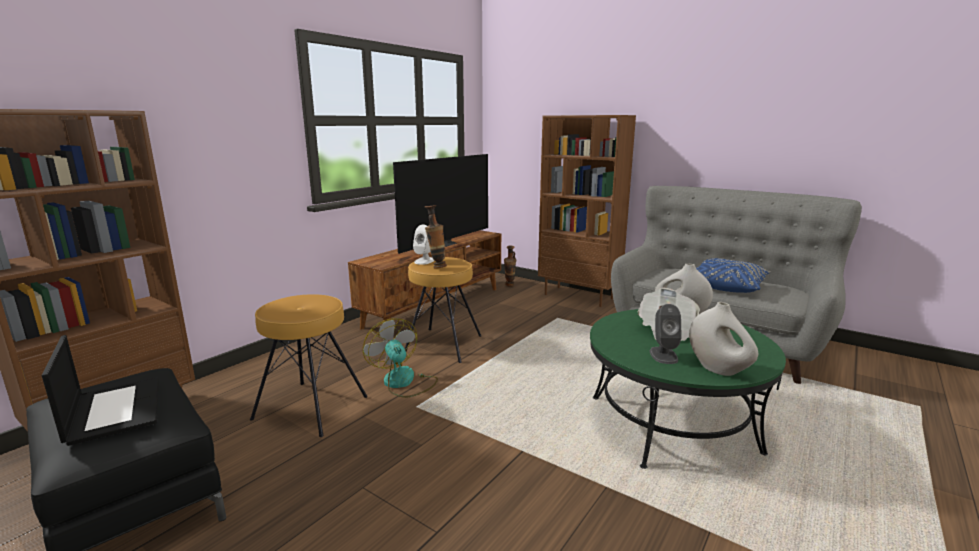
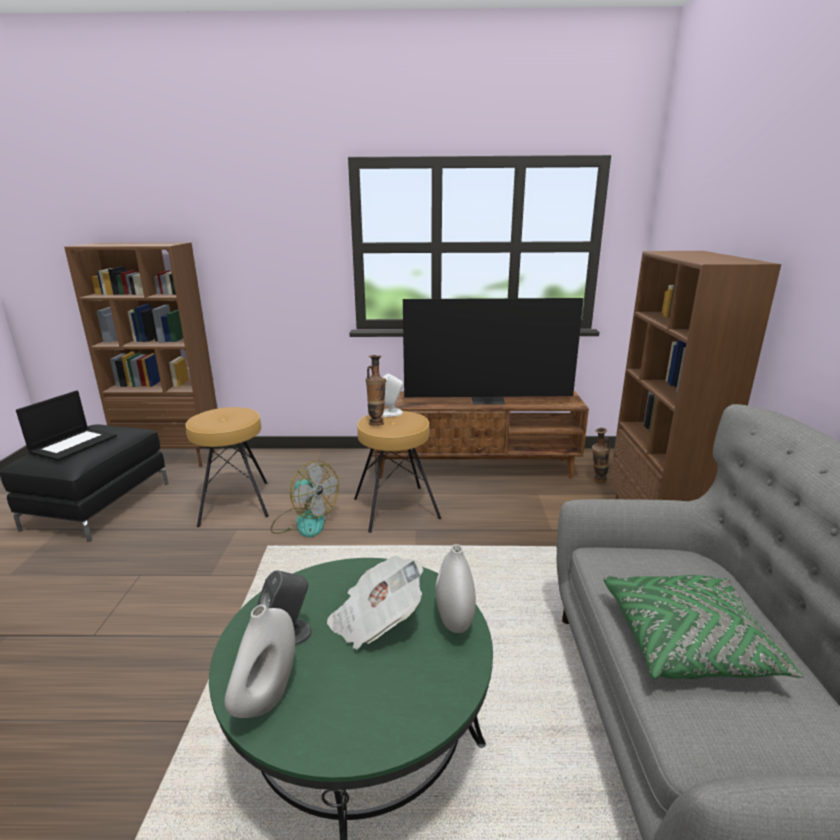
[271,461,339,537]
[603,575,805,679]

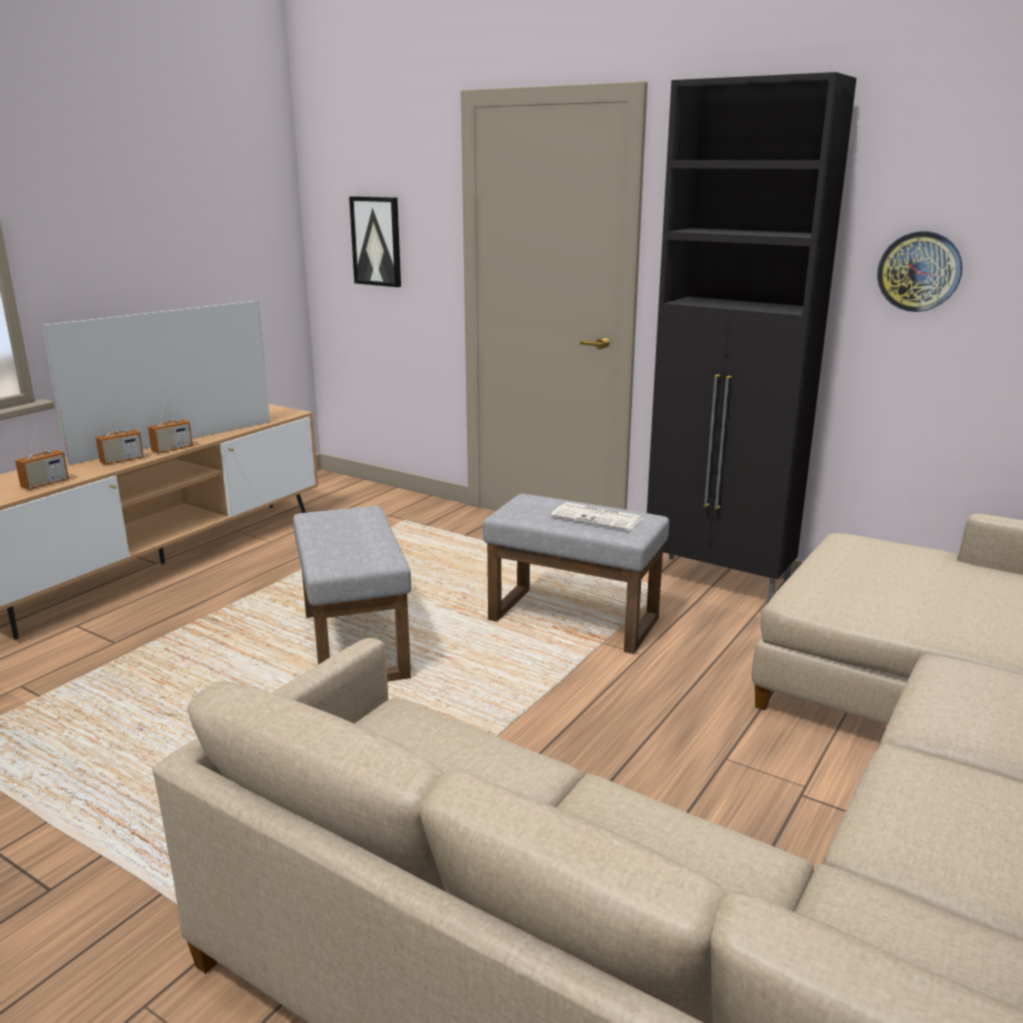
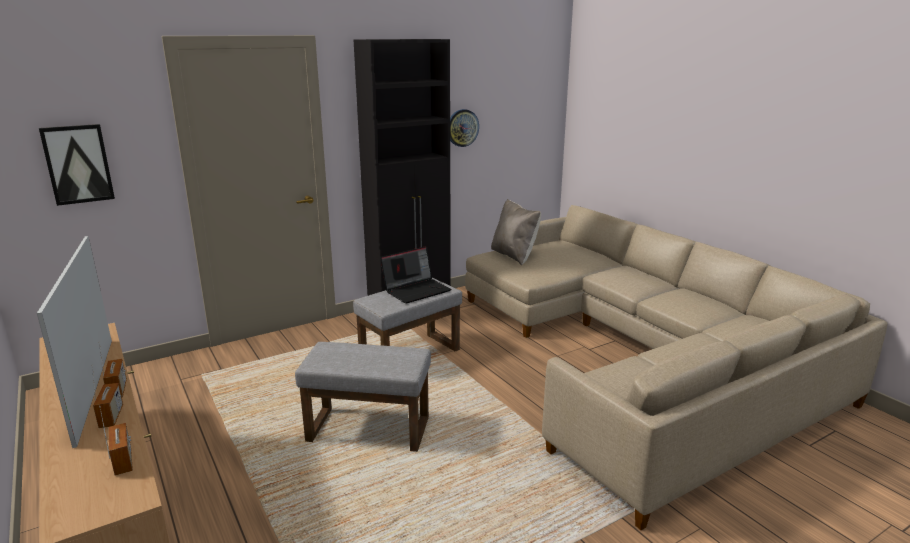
[380,246,451,304]
[491,199,541,265]

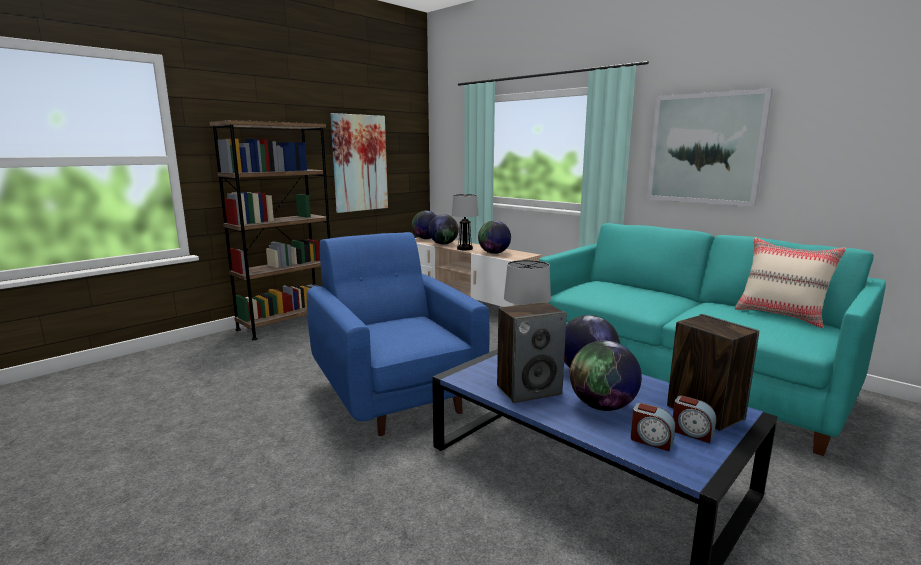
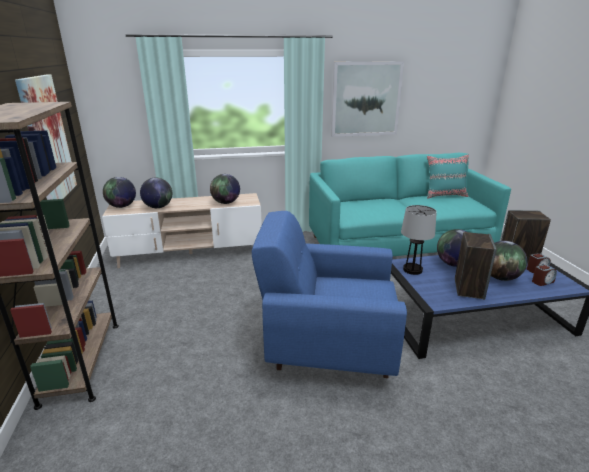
[452,194,478,250] (first image)
[427,154,469,199]

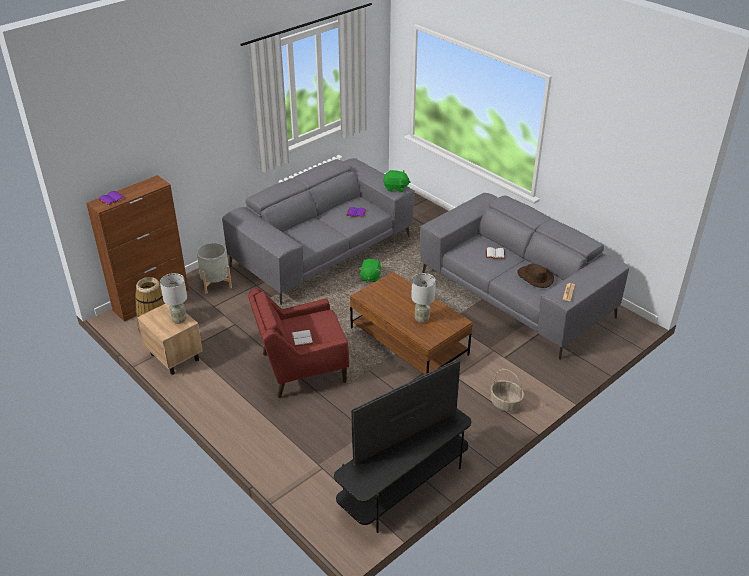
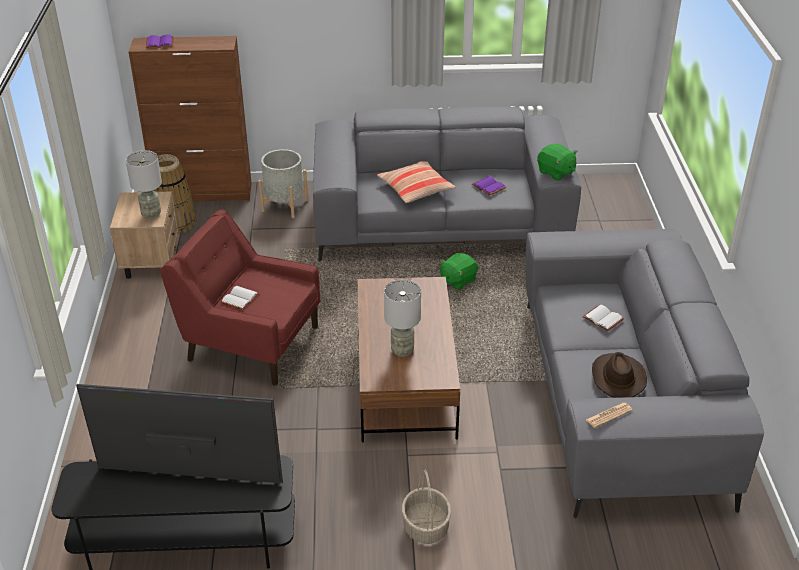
[377,161,456,203]

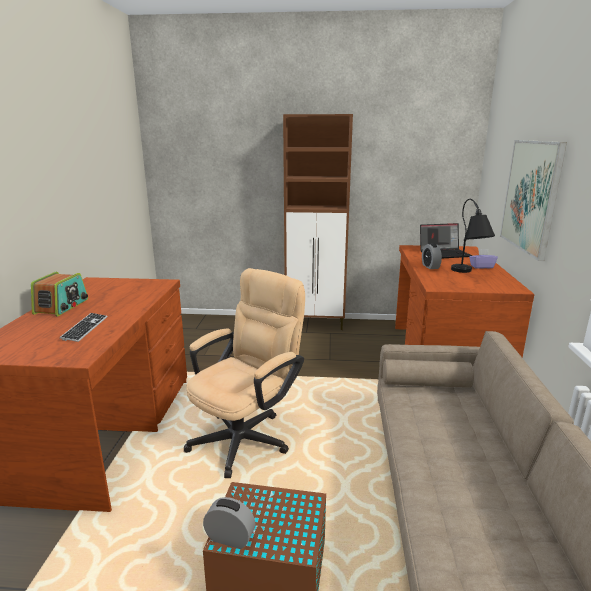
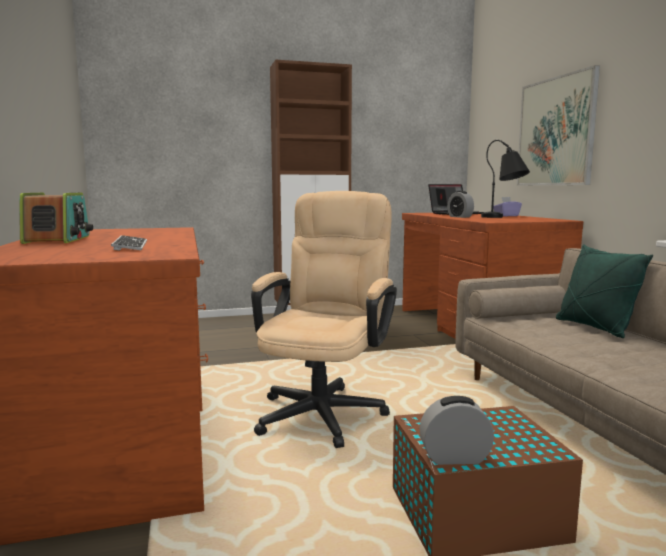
[556,244,653,338]

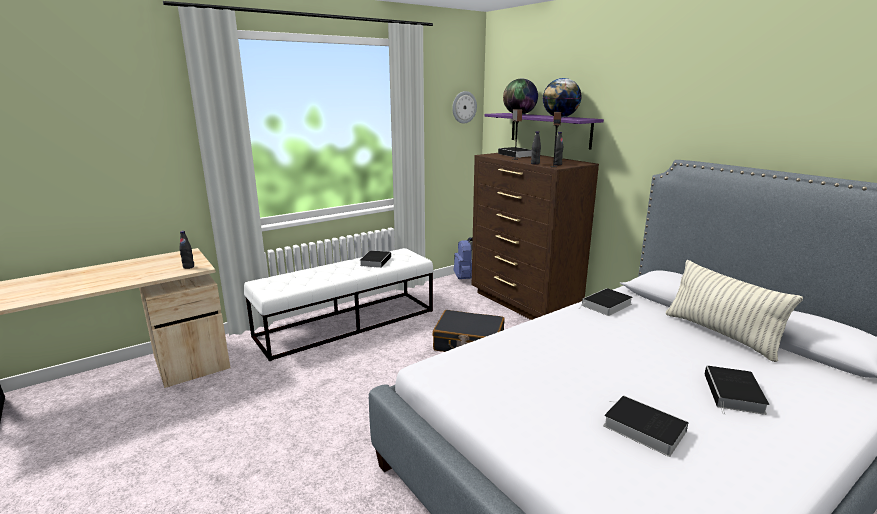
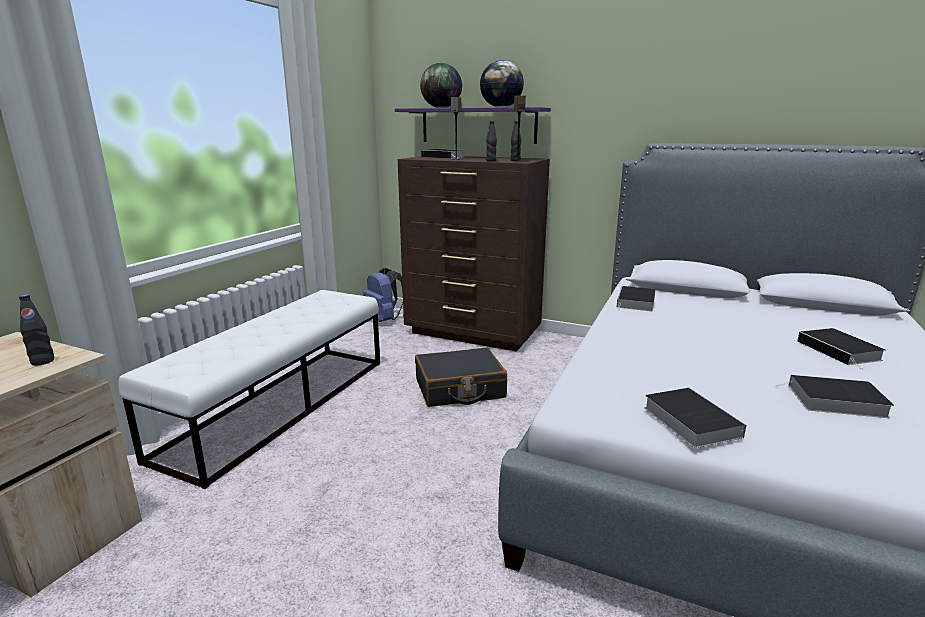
[644,388,746,448]
[452,91,477,124] (first image)
[666,260,803,362] (first image)

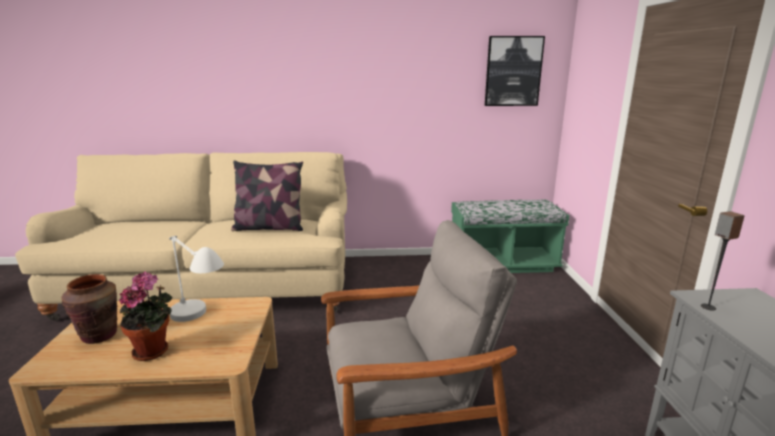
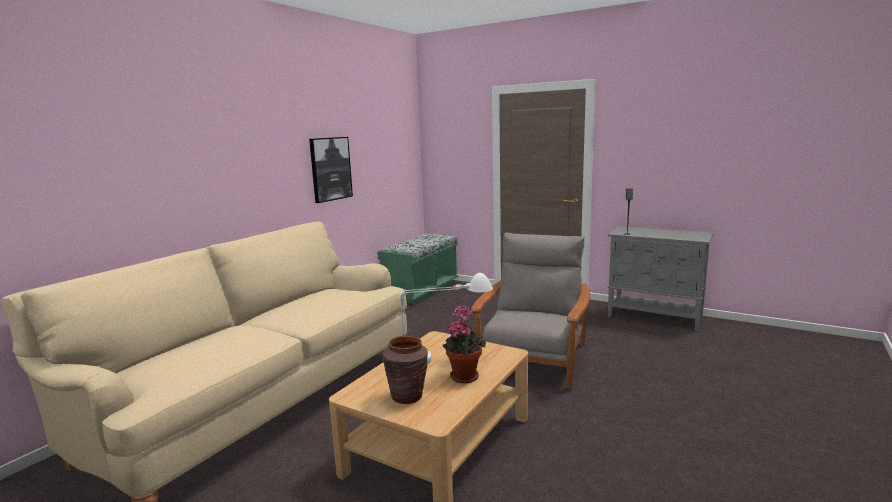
[231,160,303,231] (first image)
[309,137,353,203]

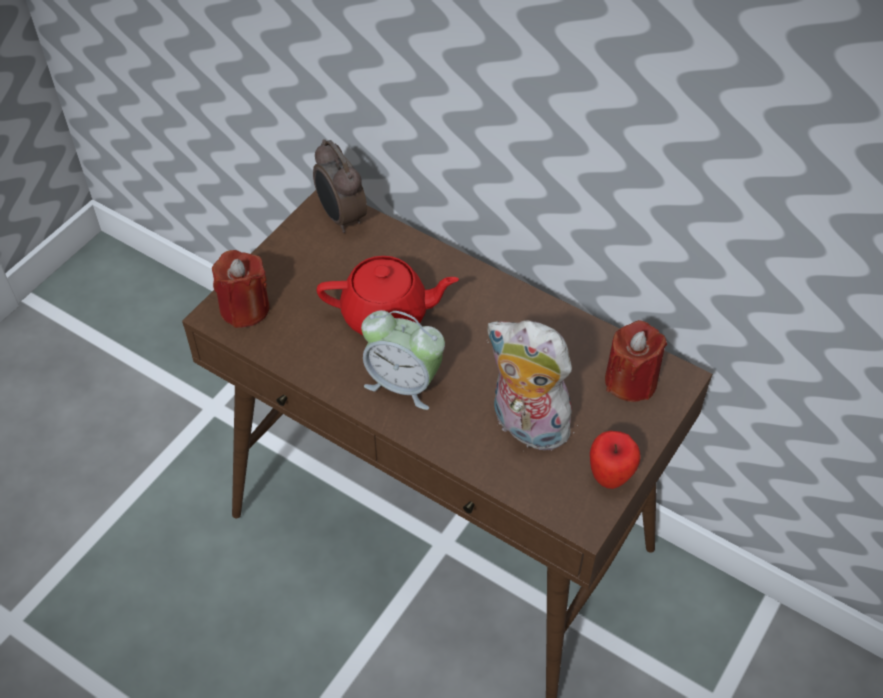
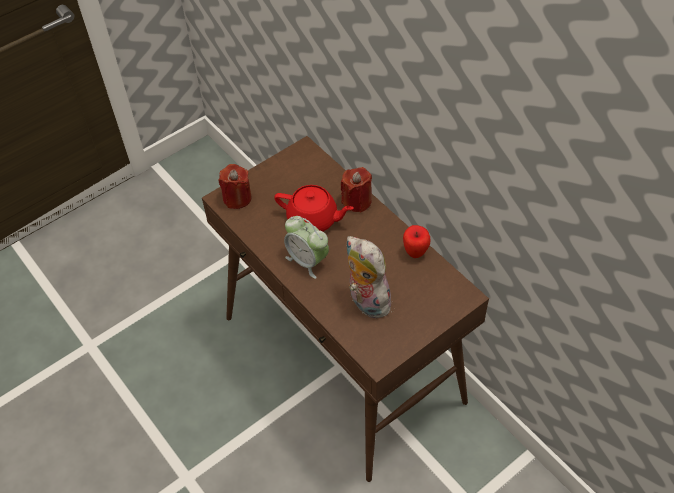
[313,139,367,233] (first image)
[403,225,431,258]
[341,167,372,213]

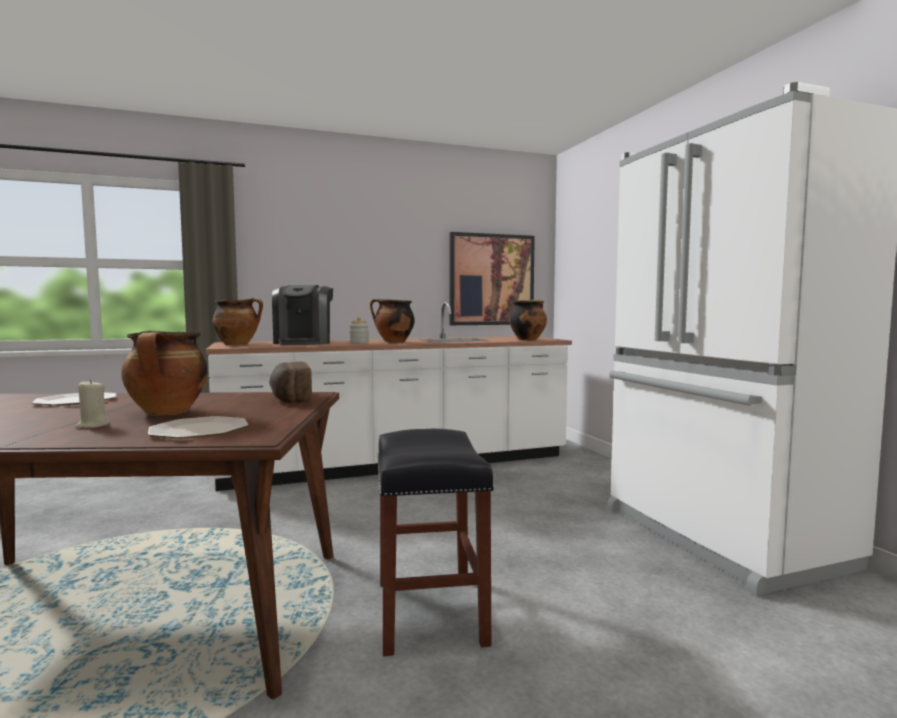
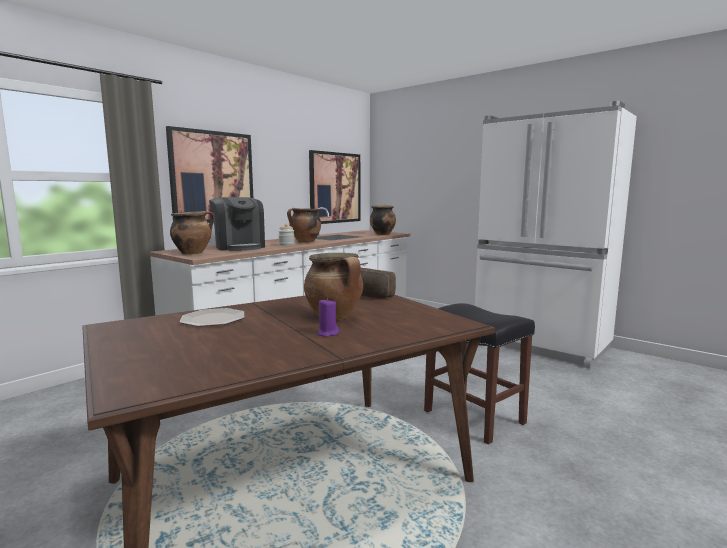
[317,298,339,337]
[148,416,249,438] (first image)
[166,126,253,223]

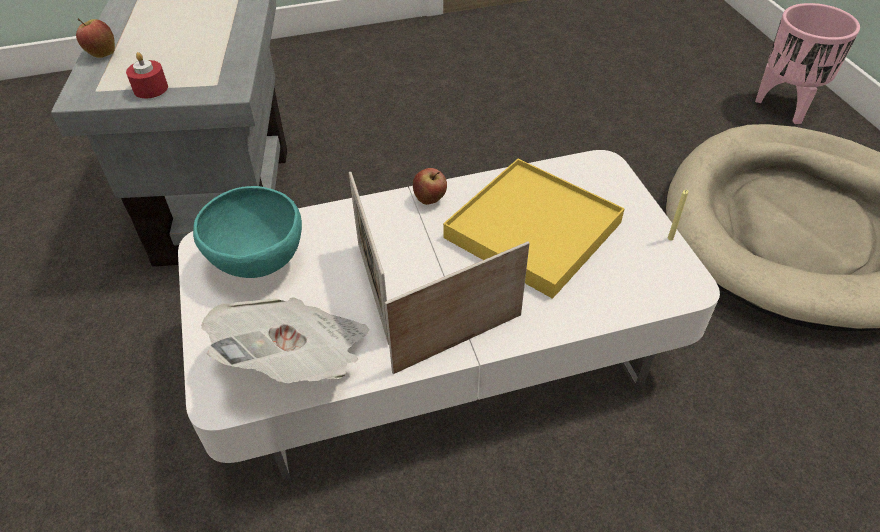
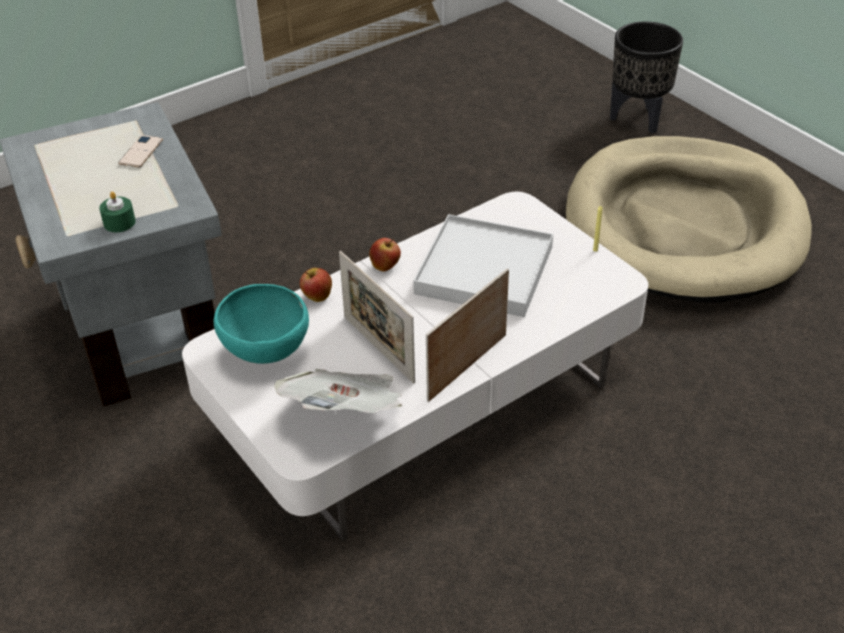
[300,268,332,302]
[99,192,136,232]
[413,214,553,317]
[610,21,683,134]
[118,135,163,167]

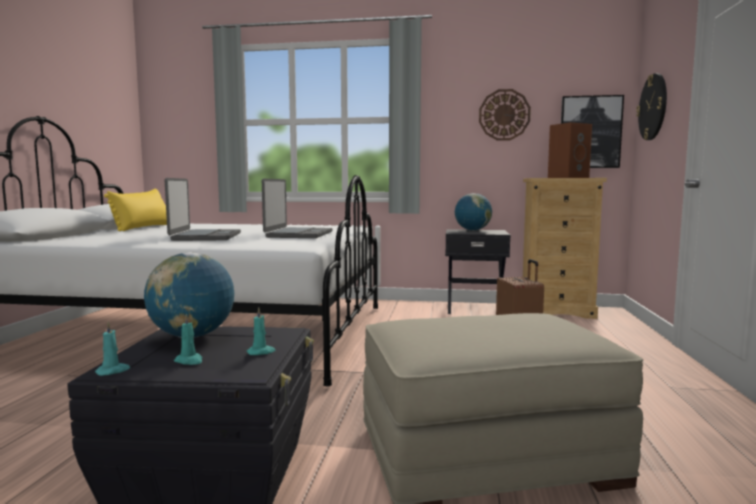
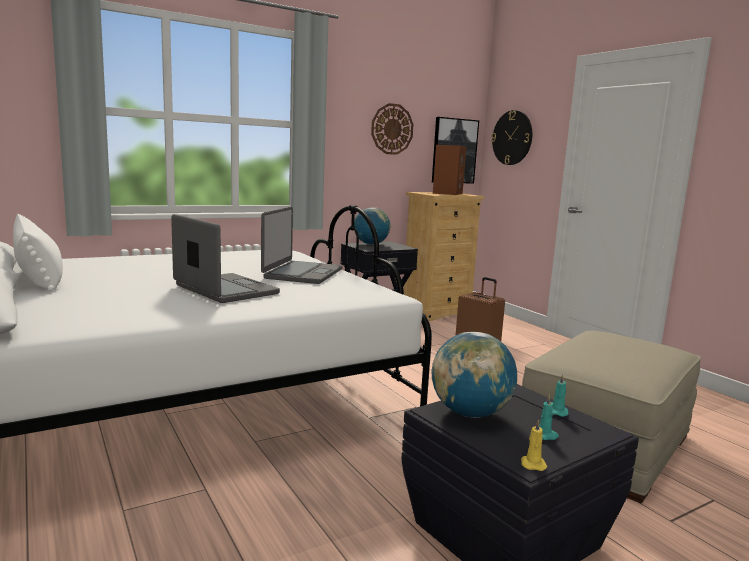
[521,419,547,471]
[13,214,63,291]
[261,207,342,284]

